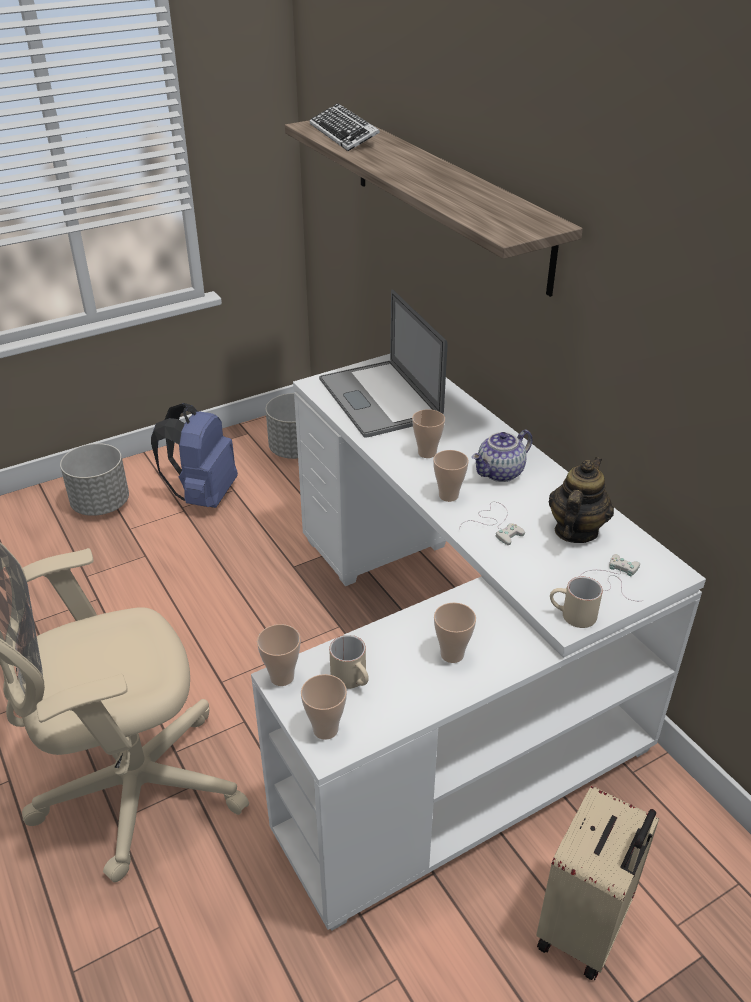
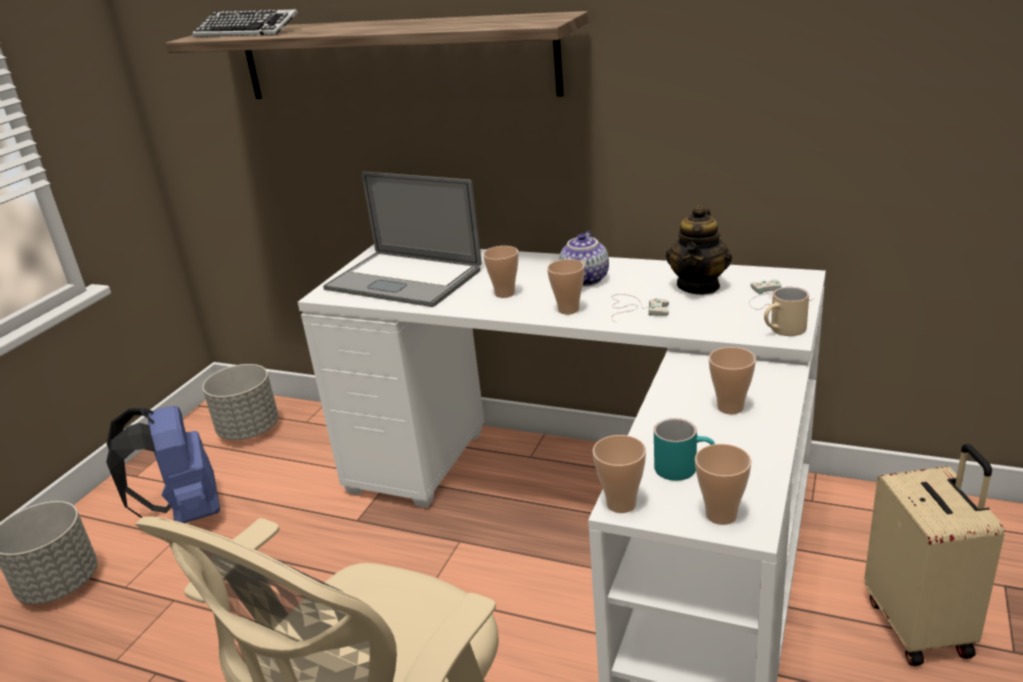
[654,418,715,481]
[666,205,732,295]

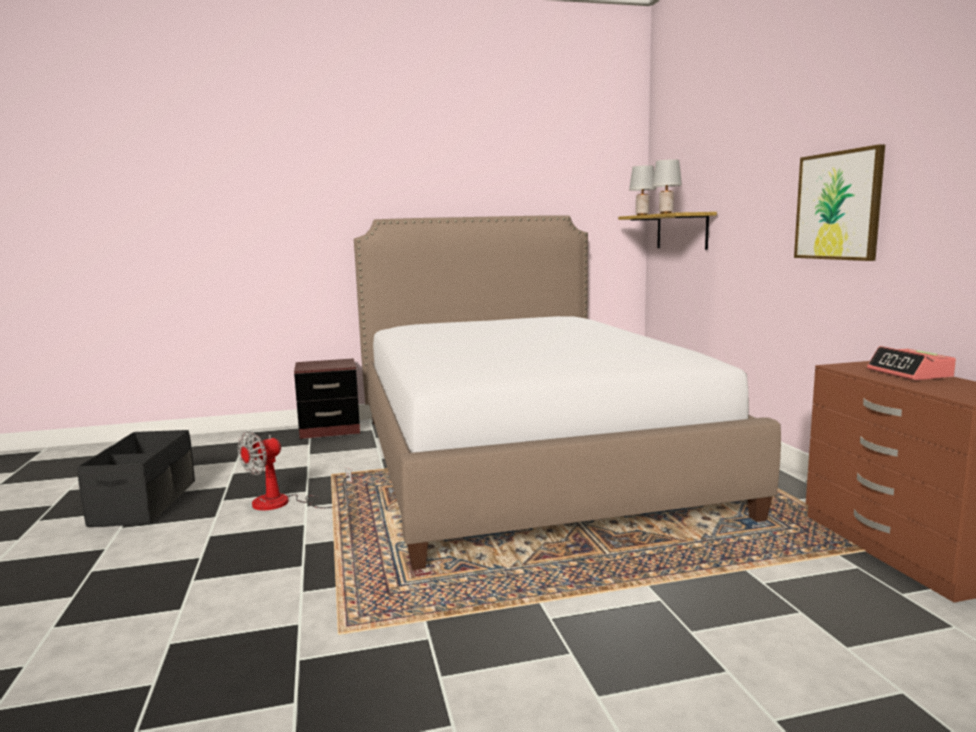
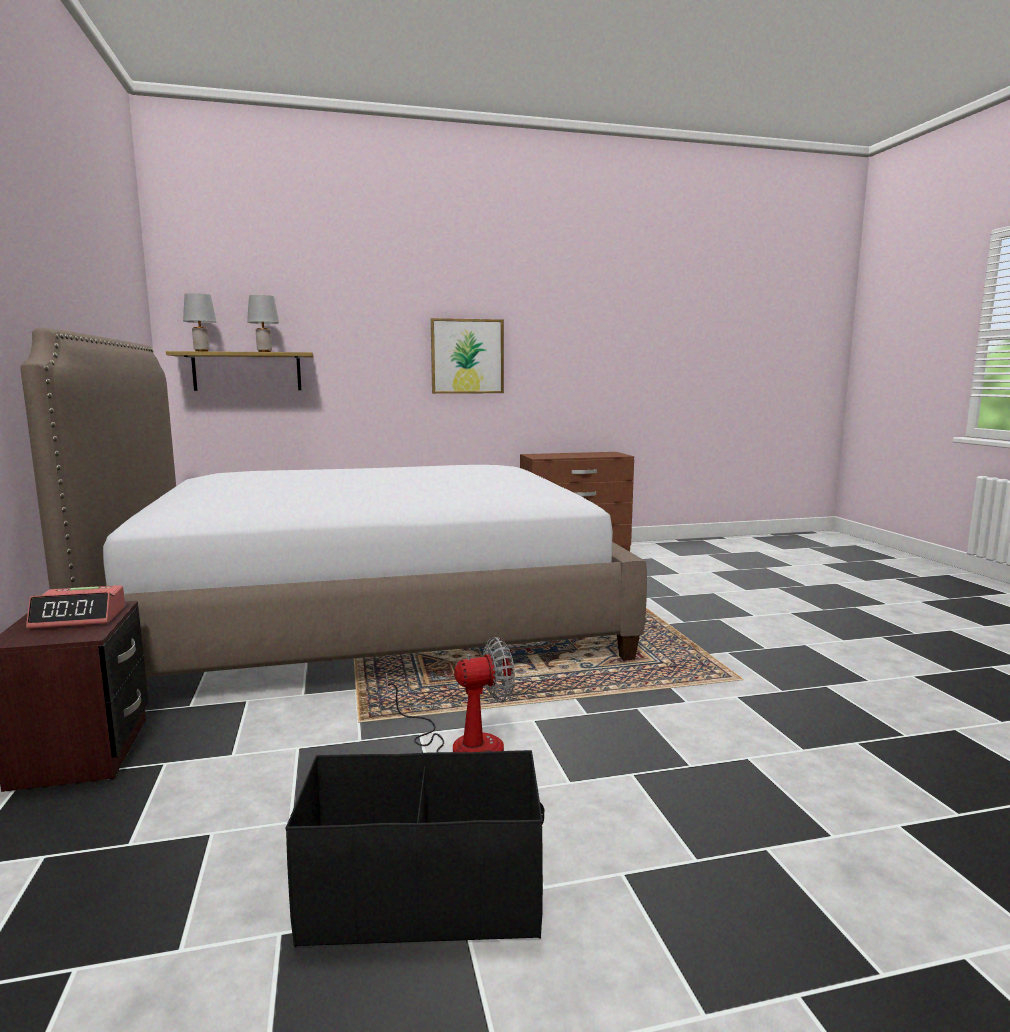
[385,637,515,752]
[26,585,125,629]

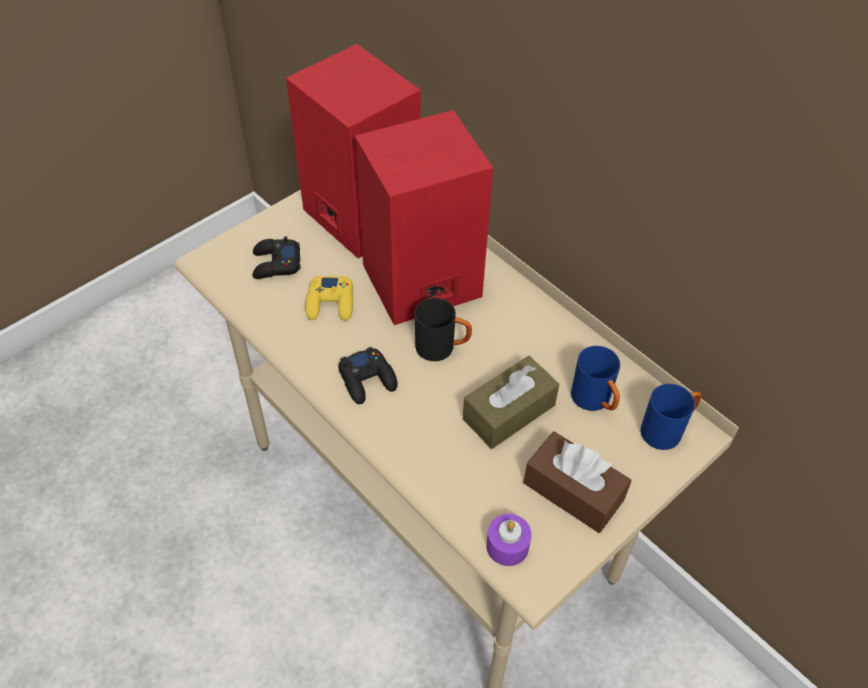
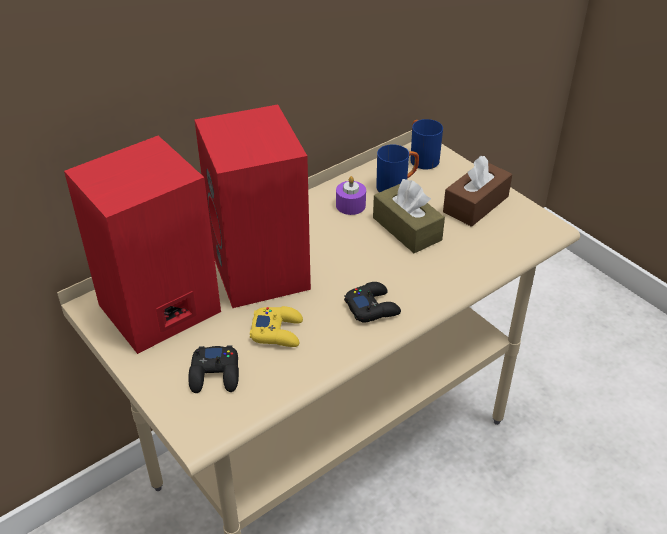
[415,298,472,361] (first image)
[336,176,366,215]

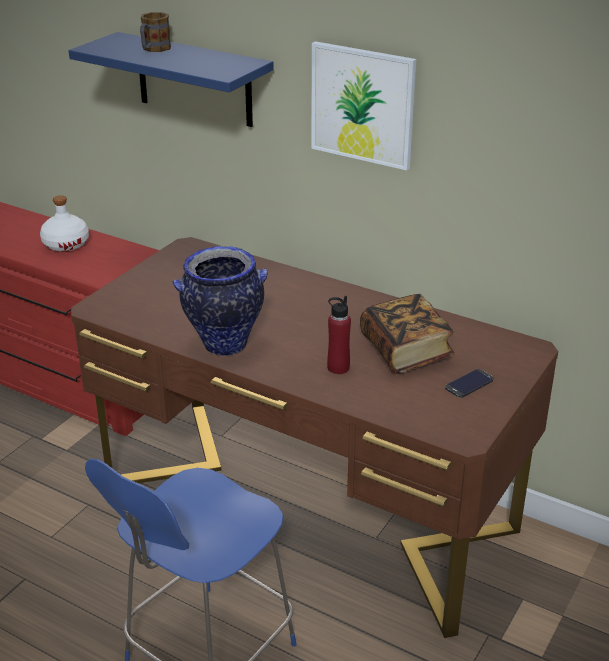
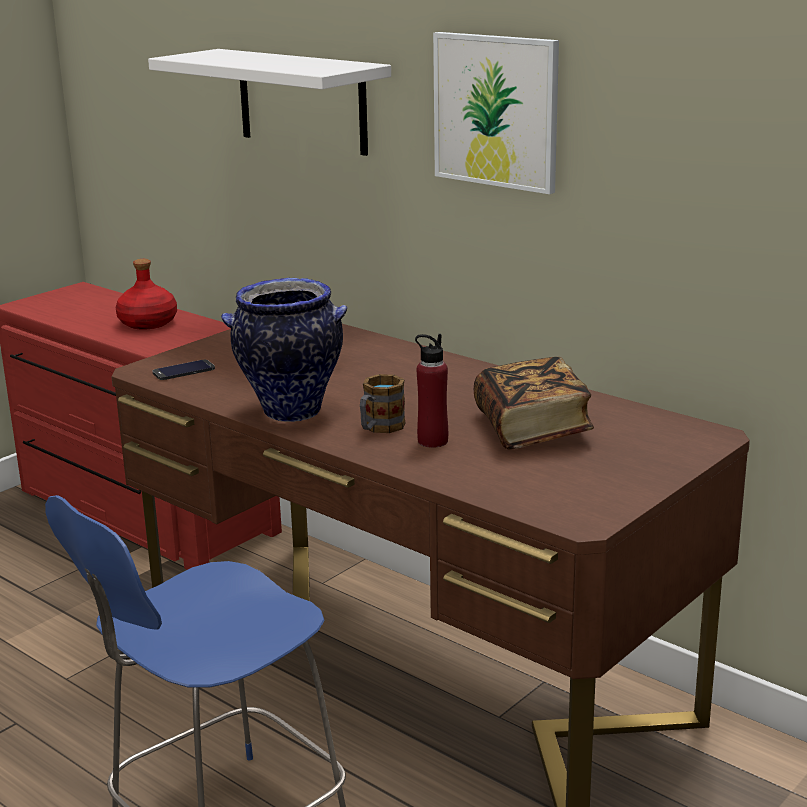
[115,259,177,330]
[148,49,391,156]
[360,374,405,433]
[153,360,215,380]

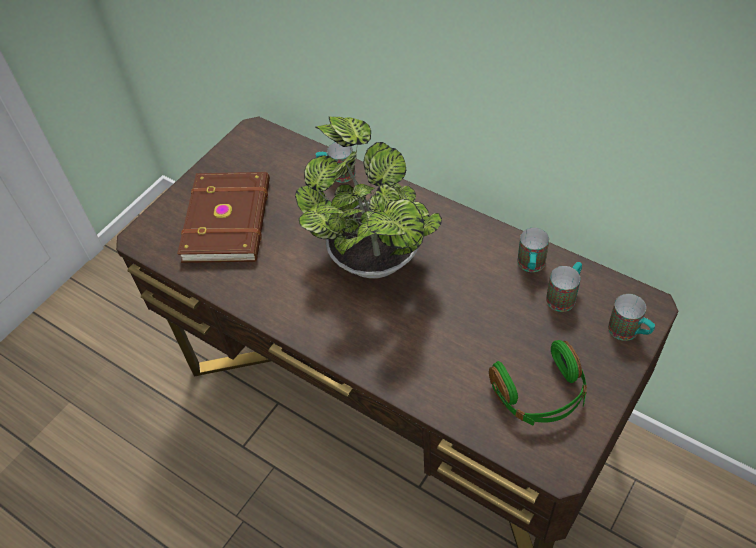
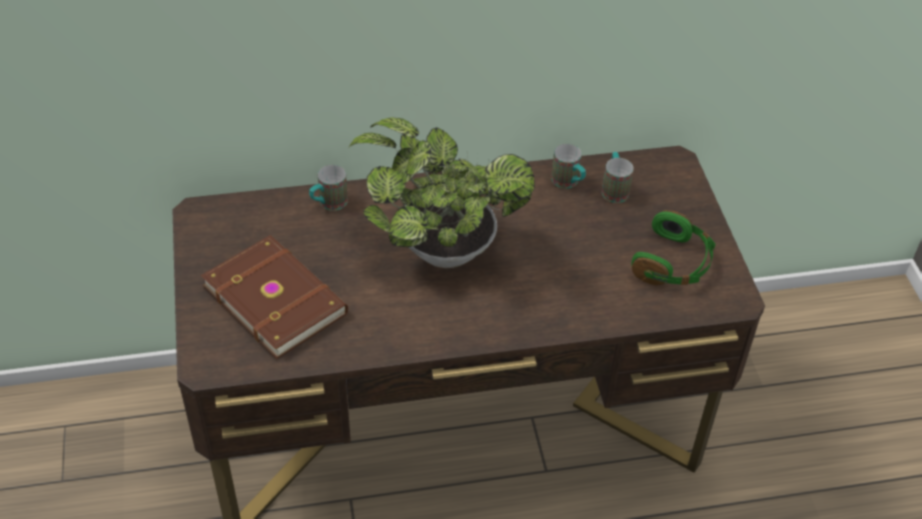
[608,294,655,341] (first image)

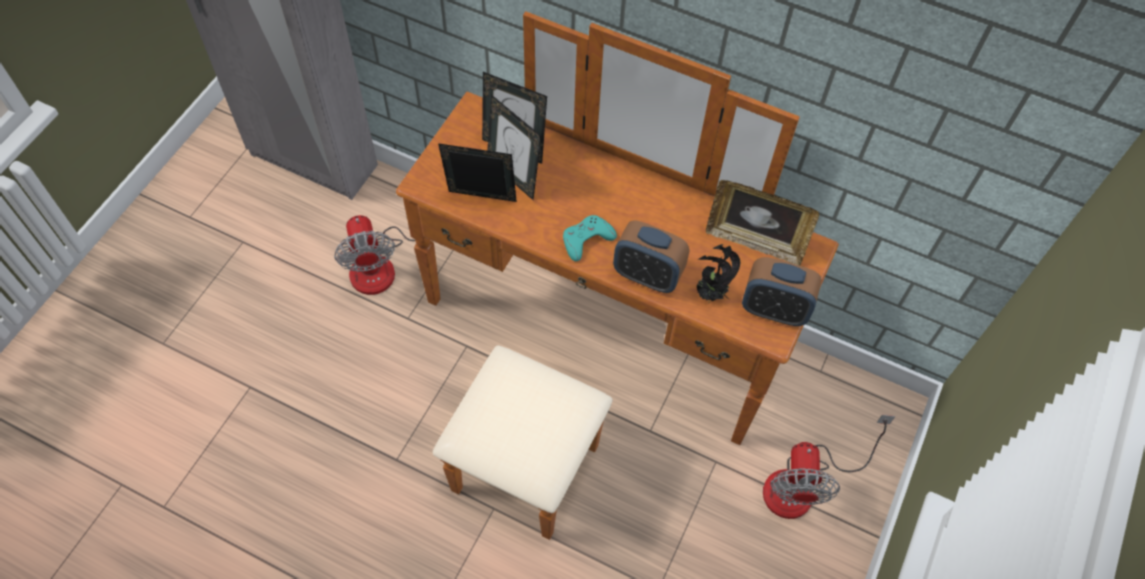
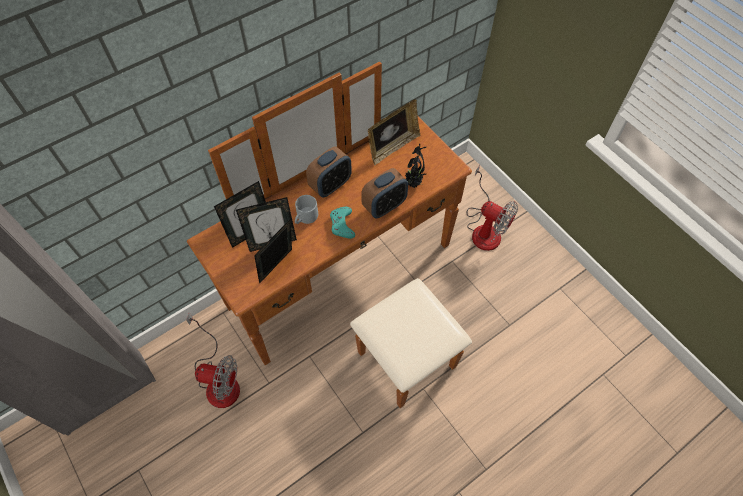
[306,146,352,198]
[295,195,318,224]

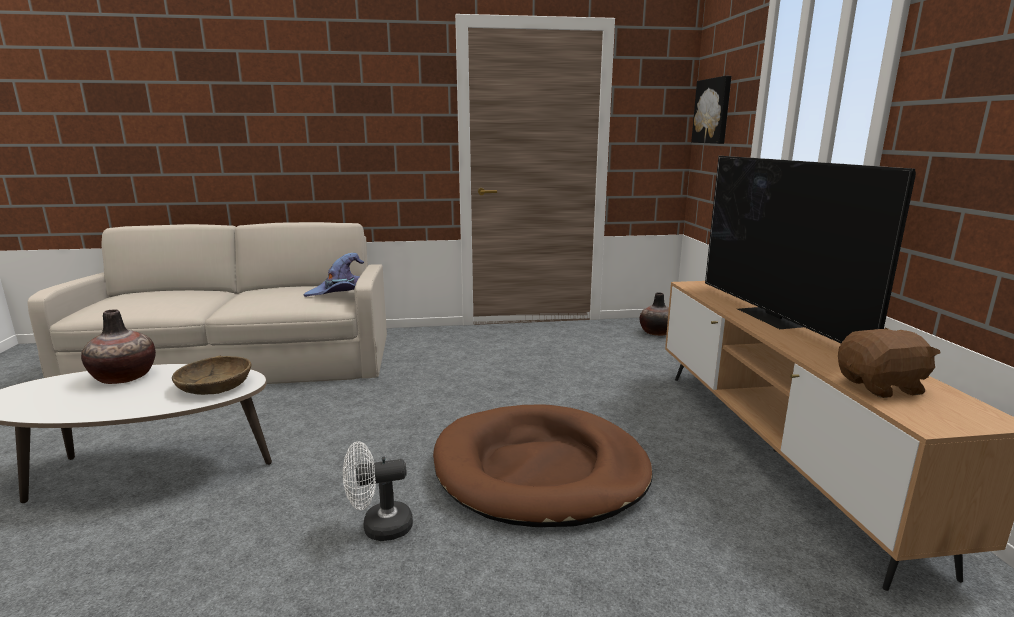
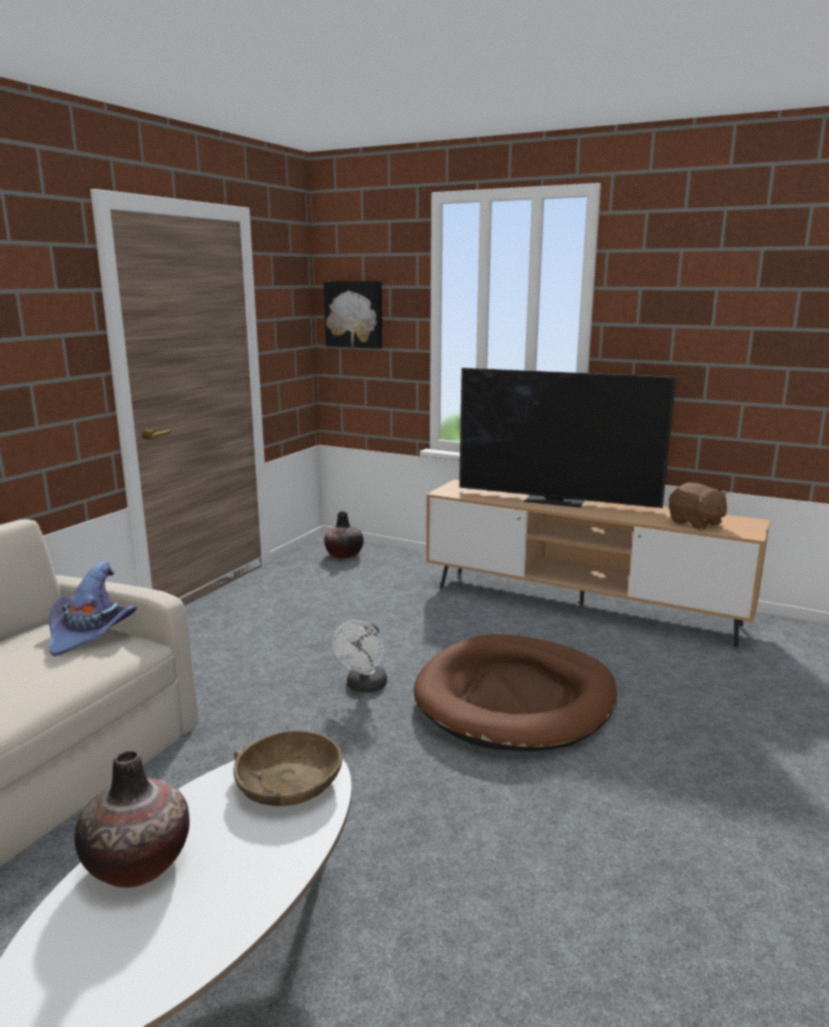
[332,620,387,693]
[669,483,728,530]

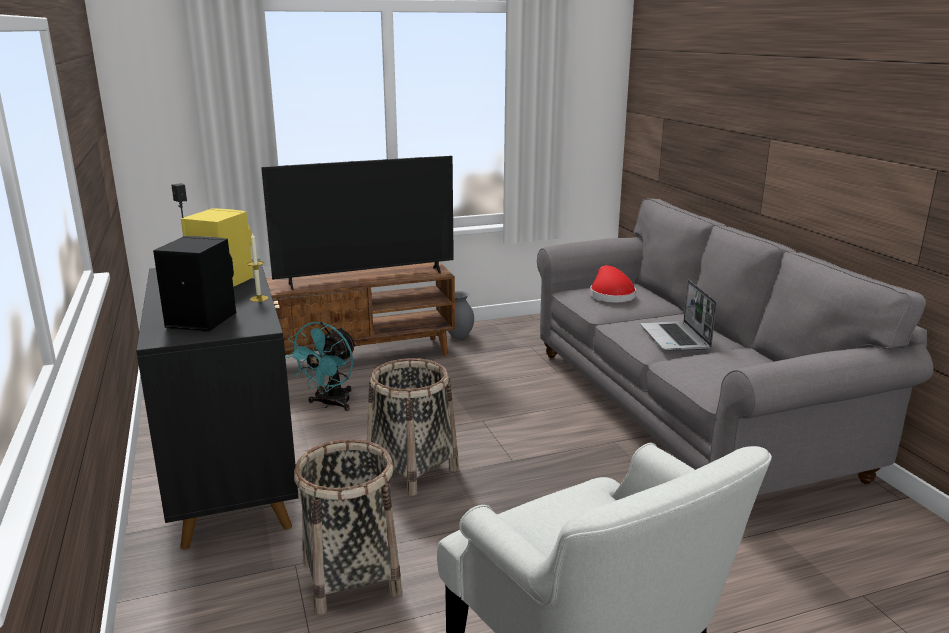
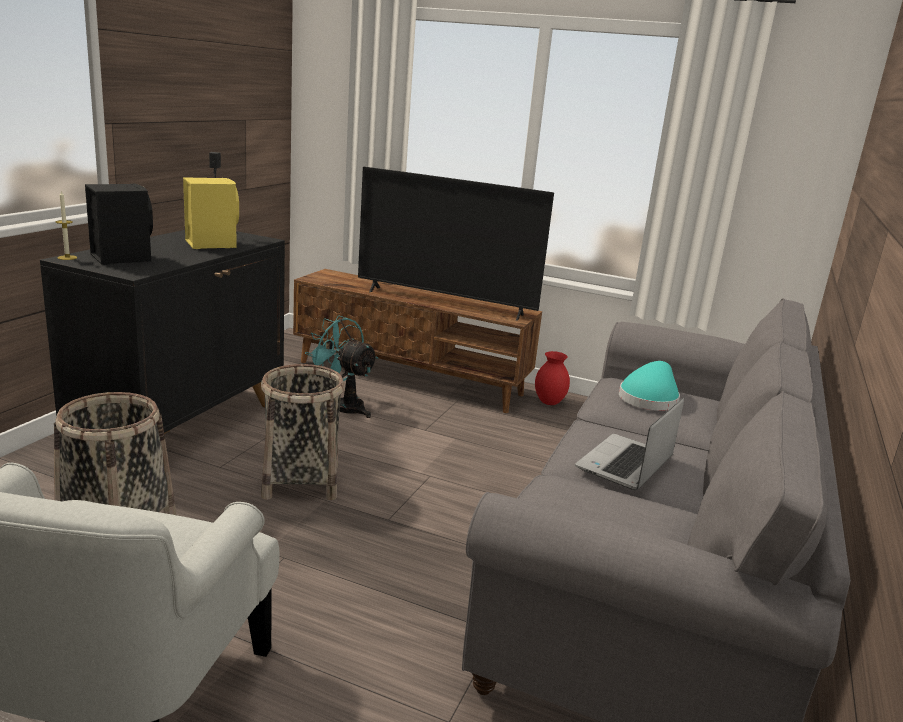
[56,191,77,260]
[305,316,378,418]
[535,351,570,405]
[619,361,680,411]

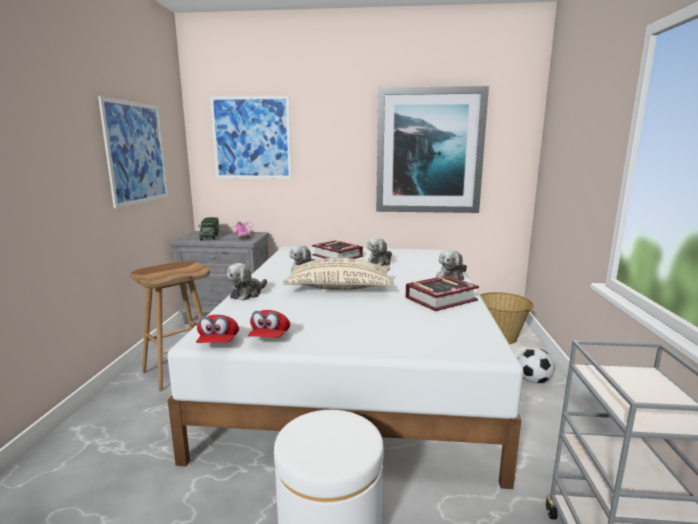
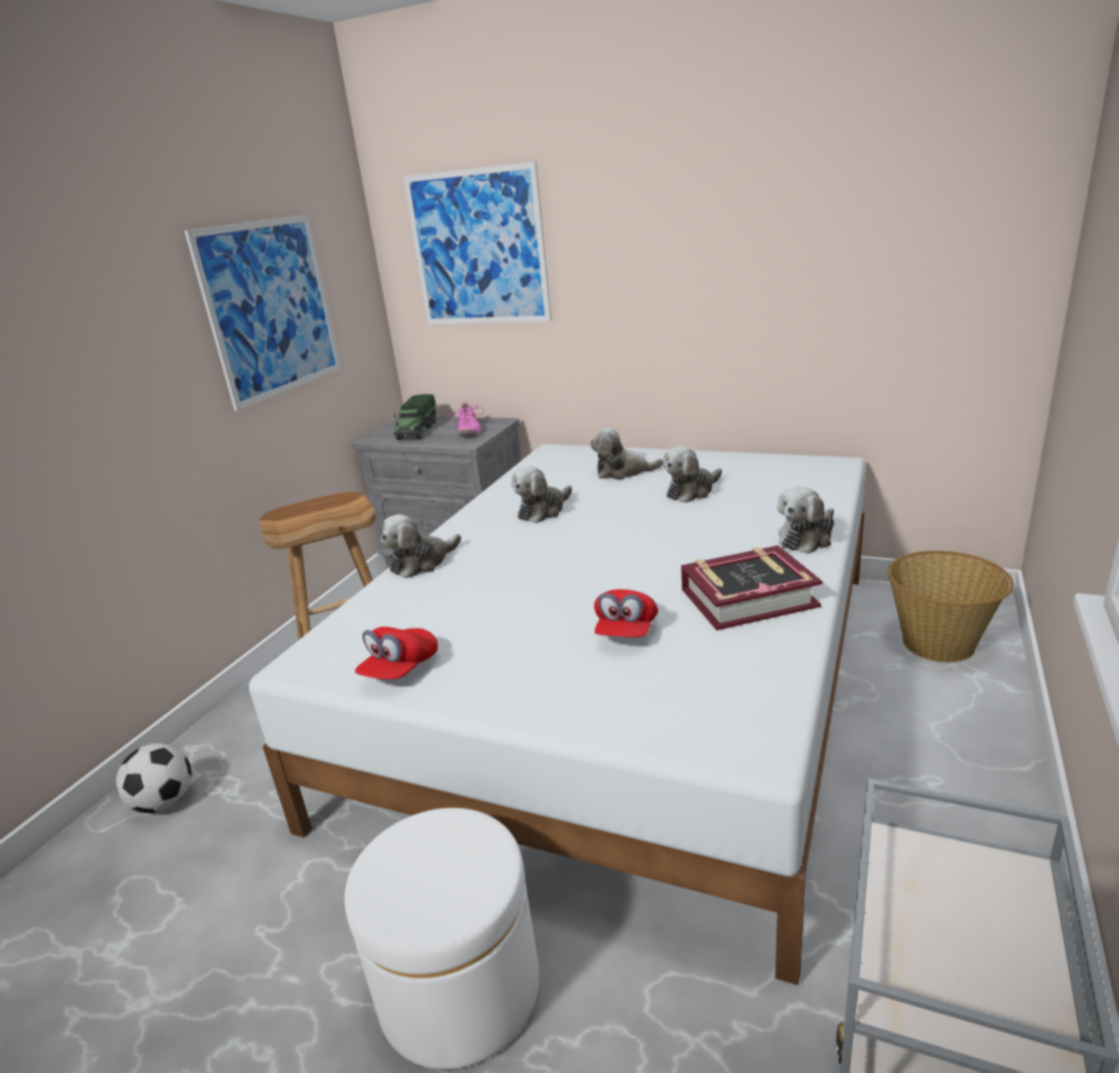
[594,589,658,637]
[283,258,393,290] (first image)
[591,427,663,479]
[376,86,489,213] (first image)
[116,743,191,813]

